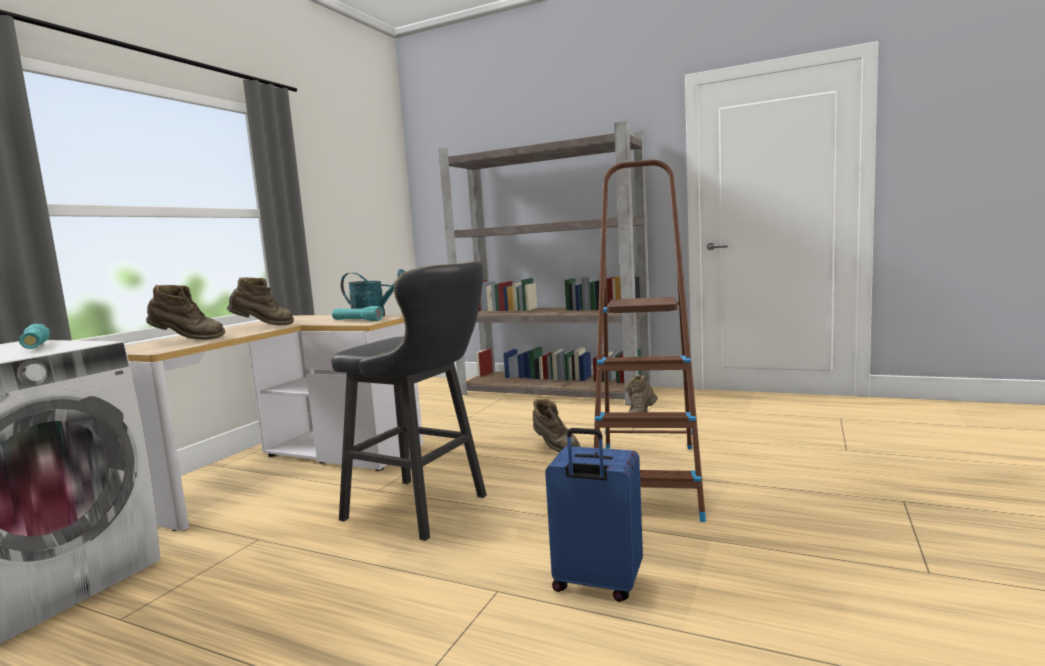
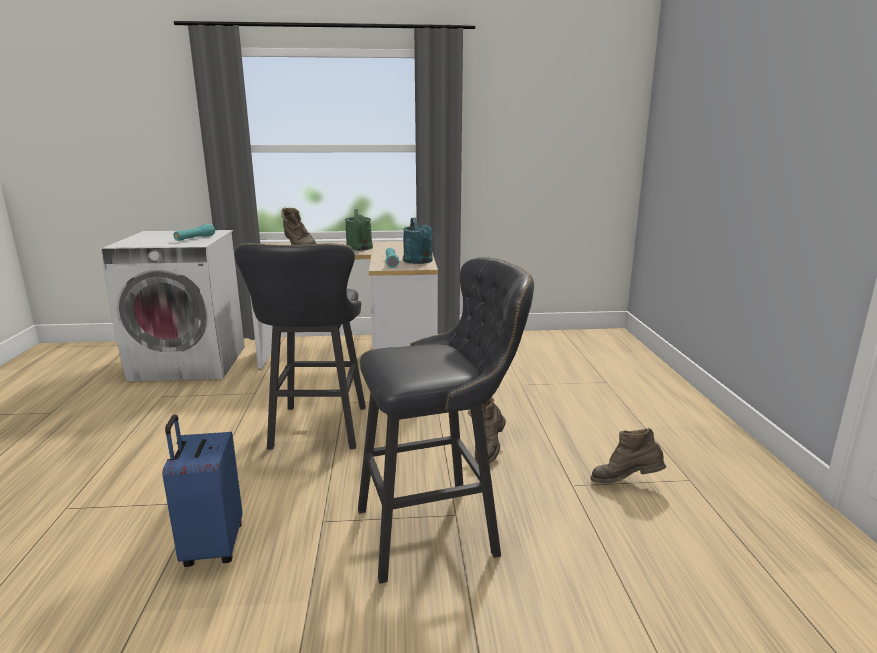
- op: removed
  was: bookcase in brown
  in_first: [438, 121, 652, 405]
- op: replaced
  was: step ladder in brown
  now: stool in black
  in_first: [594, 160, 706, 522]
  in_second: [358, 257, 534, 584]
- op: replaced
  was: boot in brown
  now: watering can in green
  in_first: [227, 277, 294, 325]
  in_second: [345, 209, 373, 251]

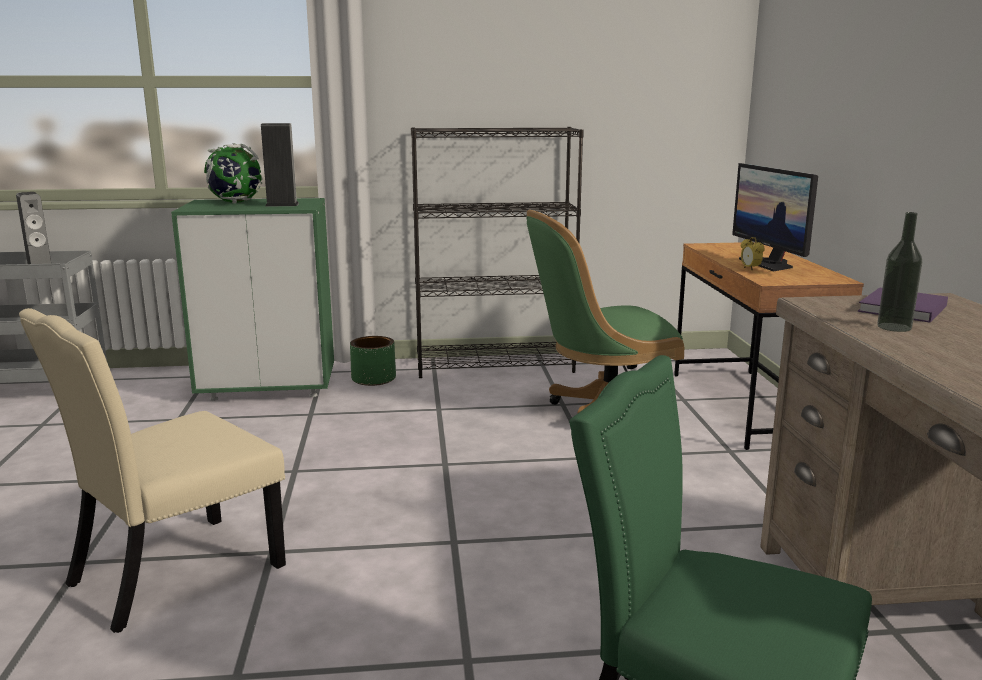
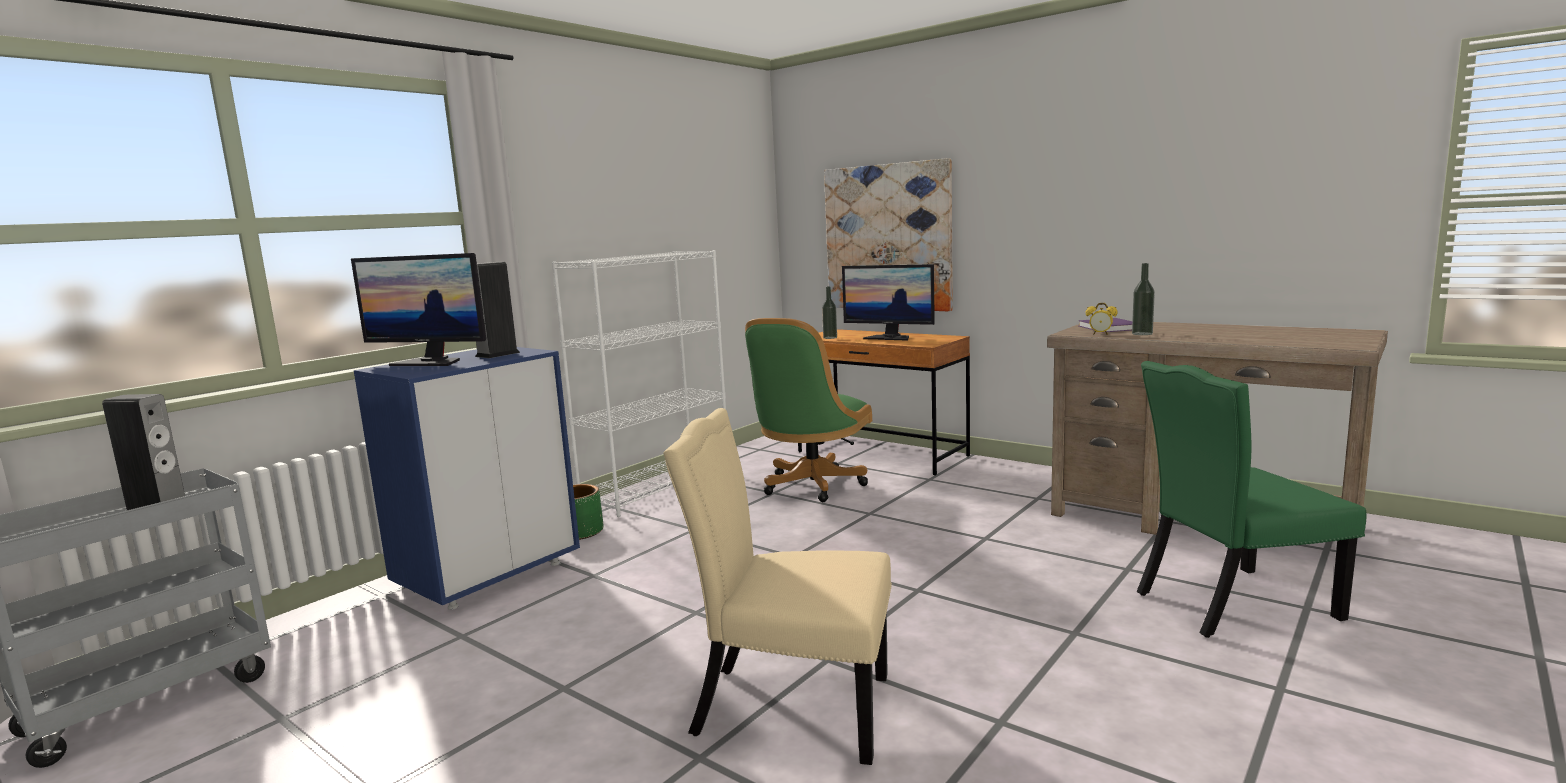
- op: recoloured
  was: bookcase in black
  now: bookcase in white
  in_first: [411, 127, 584, 378]
  in_second: [552, 250, 726, 517]
- op: replaced
  was: globe
  now: monitor
  in_first: [204, 143, 263, 204]
  in_second: [351, 253, 486, 366]
- op: recoloured
  was: cabinet in green
  now: cabinet in blue
  in_first: [171, 198, 334, 401]
  in_second: [354, 347, 580, 610]
- op: moved
  was: alarm clock
  in_first: [741, 237, 765, 270]
  in_second: [1086, 303, 1118, 335]
- op: turned
  was: chair in beige
  in_first: [19, 308, 286, 633]
  in_second: [663, 408, 892, 765]
  clockwise: 105
- op: added
  now: picture
  in_second: [824, 158, 953, 312]
- op: added
  now: bottle
  in_second: [822, 286, 837, 339]

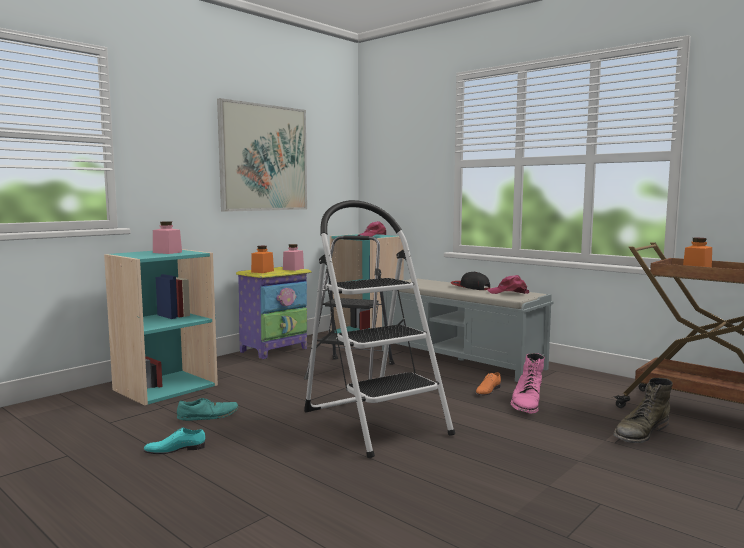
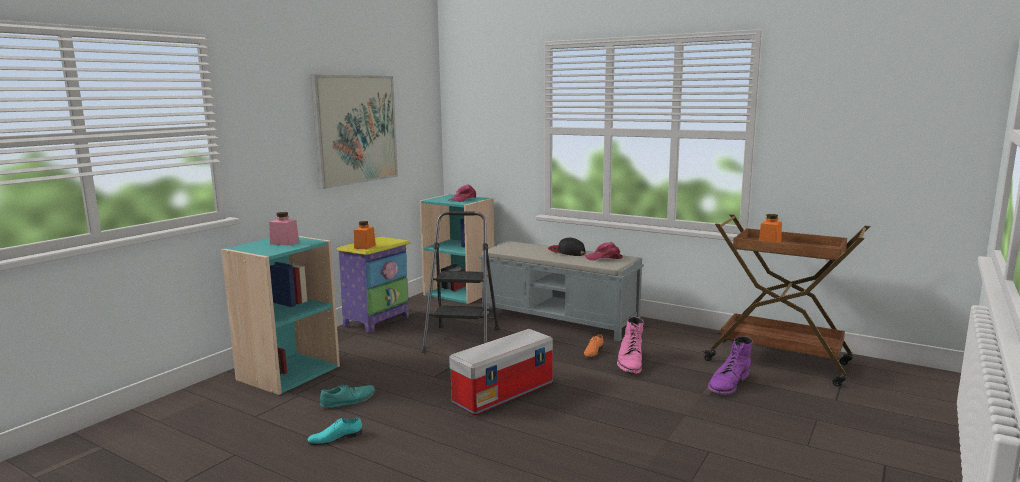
- op: replaced
  was: step ladder
  now: storage box
  in_first: [304, 200, 455, 458]
  in_second: [449, 329, 553, 415]
- op: removed
  was: jar in pink
  in_first: [283, 244, 304, 271]
- op: recoloured
  was: boot in green
  now: boot in purple
  in_first: [613, 378, 673, 443]
  in_second: [708, 336, 753, 395]

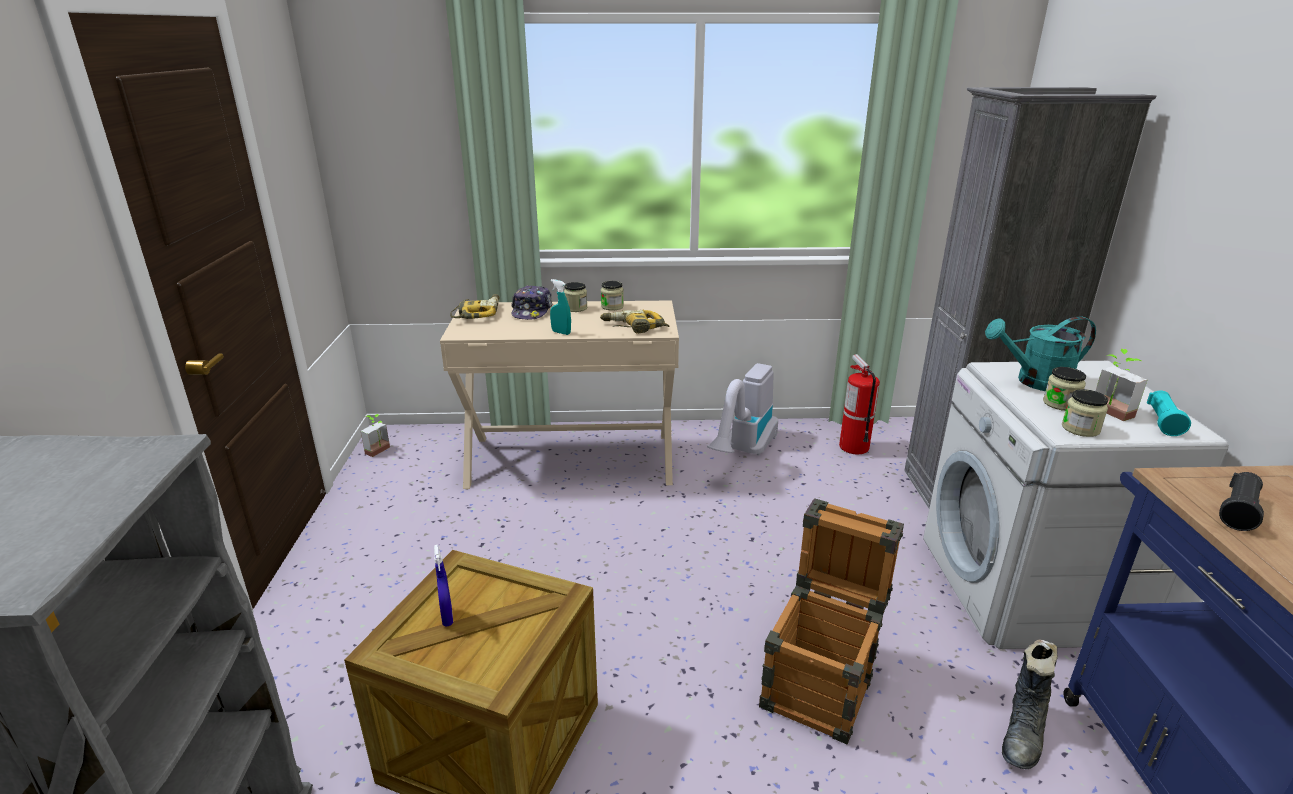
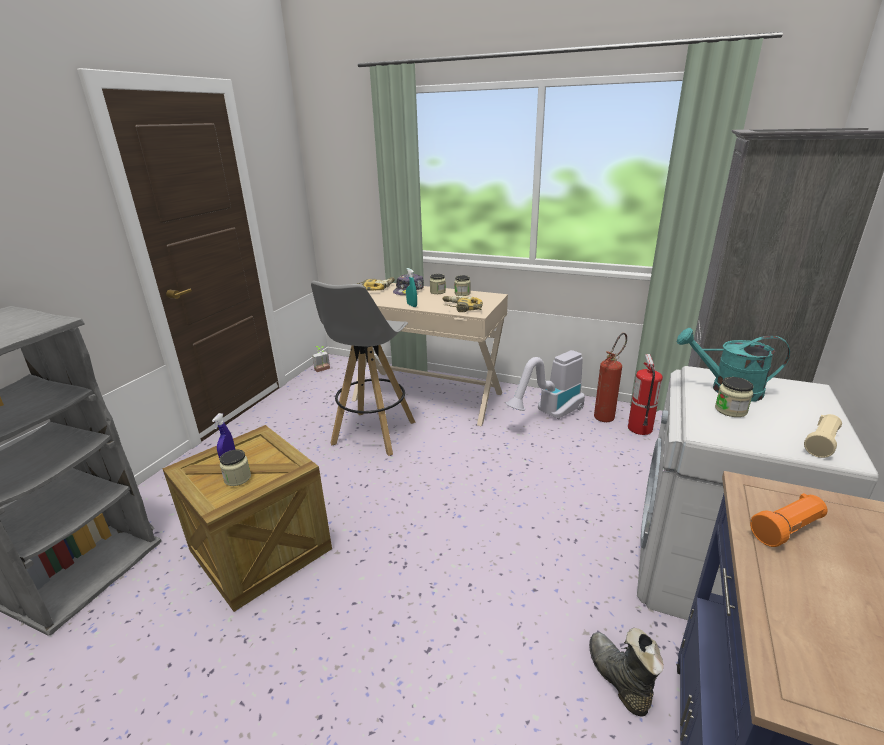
- op: removed
  was: potted plant
  in_first: [1096, 349, 1147, 421]
- op: moved
  was: jar
  in_first: [1062, 389, 1108, 437]
  in_second: [220, 449, 251, 486]
- op: recoloured
  was: flashlight in turquoise
  now: flashlight in beige
  in_first: [1147, 391, 1191, 436]
  in_second: [804, 414, 842, 458]
- op: recoloured
  was: flashlight in black
  now: flashlight in orange
  in_first: [1219, 472, 1264, 531]
  in_second: [750, 493, 827, 547]
- op: removed
  was: crate
  in_first: [759, 498, 904, 745]
- op: turned
  was: boot in black
  in_first: [1002, 639, 1058, 769]
  in_second: [589, 628, 664, 717]
  clockwise: 105
- op: added
  now: stool in grey
  in_second: [311, 281, 415, 456]
- op: added
  now: fire extinguisher
  in_second: [594, 333, 627, 422]

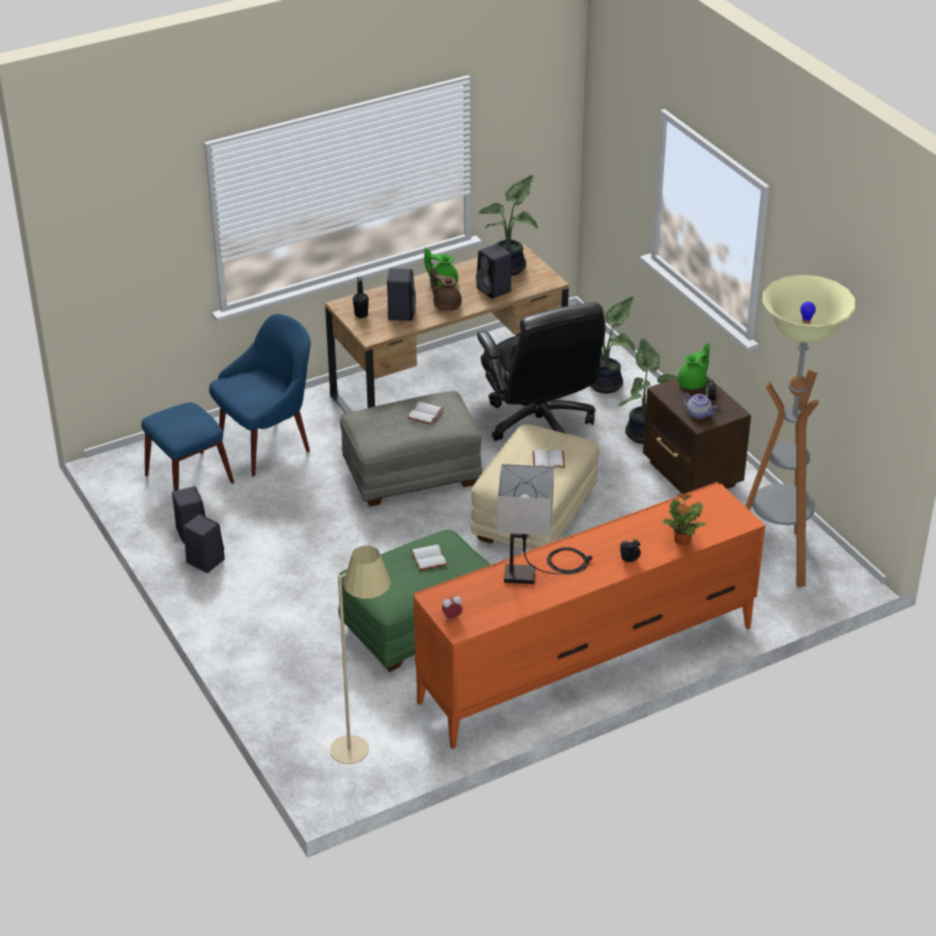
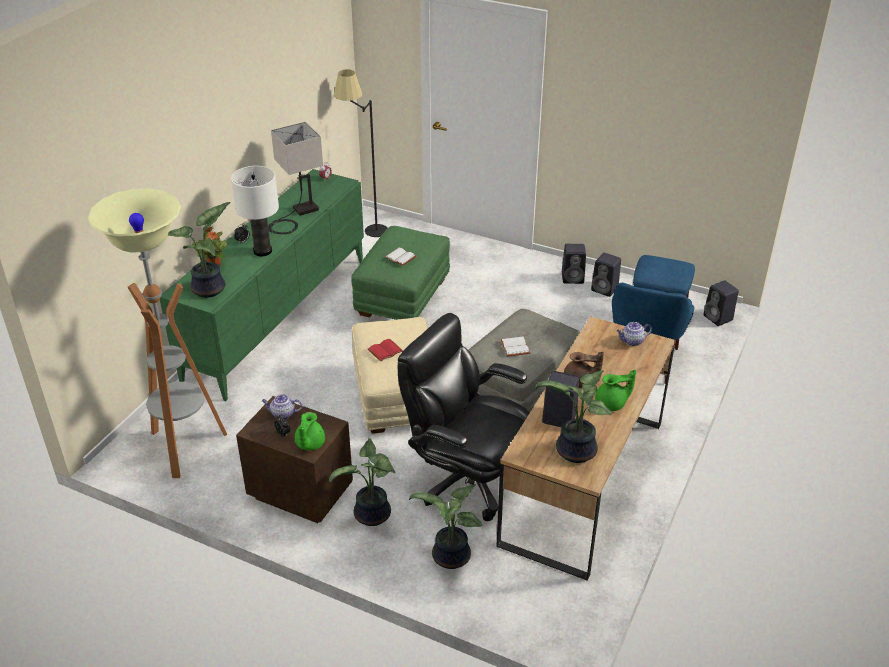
- op: moved
  was: speaker in black
  in_first: [387, 268, 416, 321]
  in_second: [704, 280, 739, 326]
- op: replaced
  was: bottle in black
  now: teapot
  in_first: [353, 275, 369, 318]
  in_second: [617, 322, 652, 346]
- op: recoloured
  was: book in white
  now: book in red
  in_first: [533, 449, 565, 468]
  in_second: [368, 339, 403, 362]
- op: recoloured
  was: cabinet in orange
  now: cabinet in green
  in_first: [413, 482, 766, 749]
  in_second: [160, 169, 364, 401]
- op: recoloured
  was: floor lamp in beige
  now: floor lamp in black
  in_first: [330, 546, 391, 764]
  in_second: [334, 69, 388, 237]
- op: added
  now: table lamp in white
  in_second: [231, 166, 279, 256]
- op: added
  now: potted plant
  in_second: [168, 202, 231, 298]

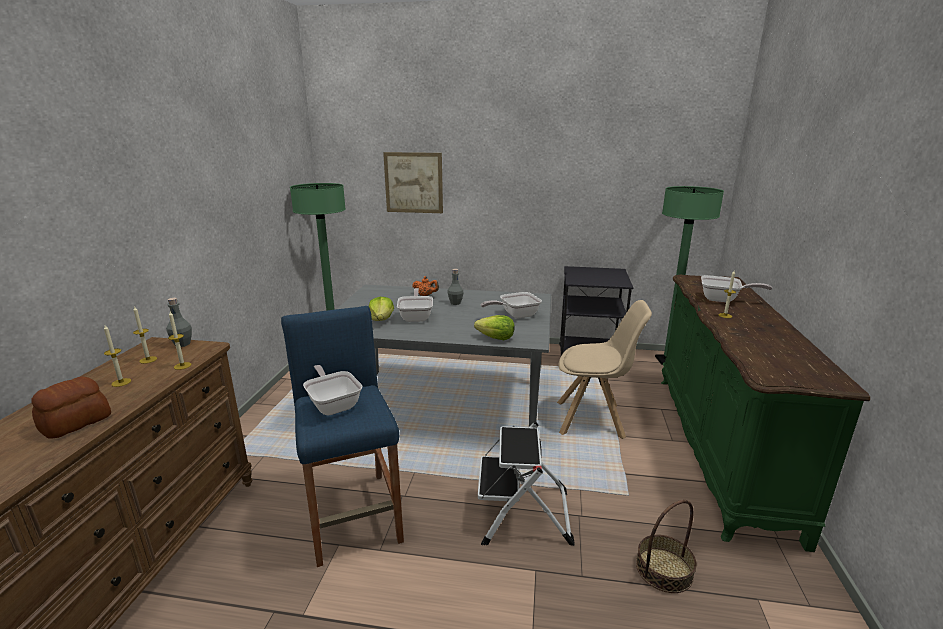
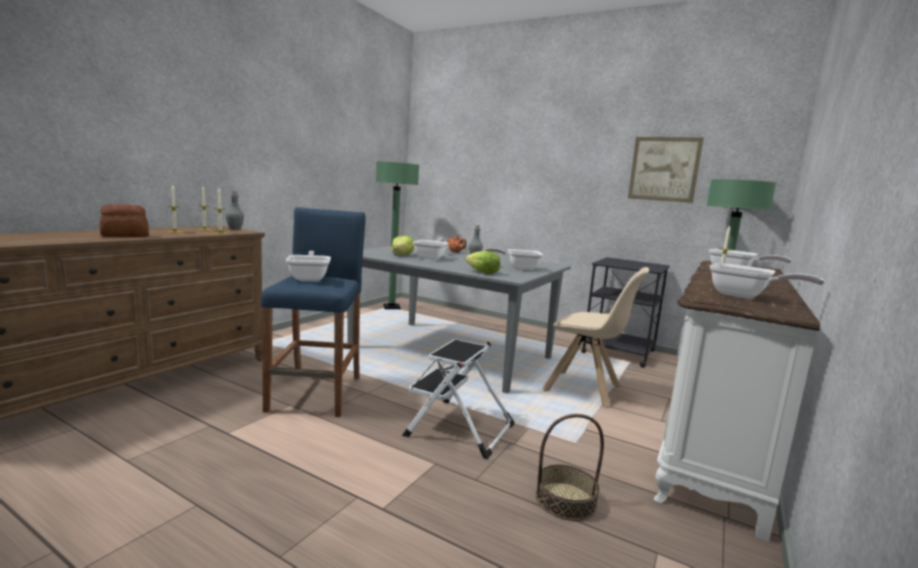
- op: moved
  was: picture
  in_first: [383, 152, 443, 213]
  in_second: [628, 137, 704, 203]
- op: recoloured
  was: cabinet in green
  now: cabinet in white
  in_first: [661, 275, 870, 552]
  in_second: [653, 261, 820, 542]
- op: added
  now: frying pan
  in_second: [710, 263, 824, 299]

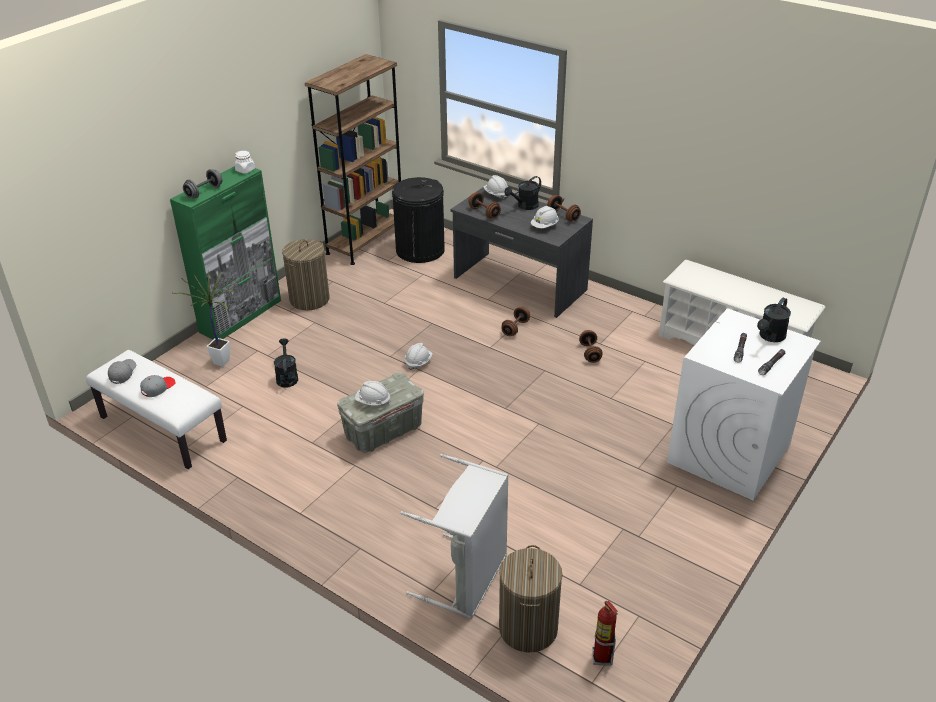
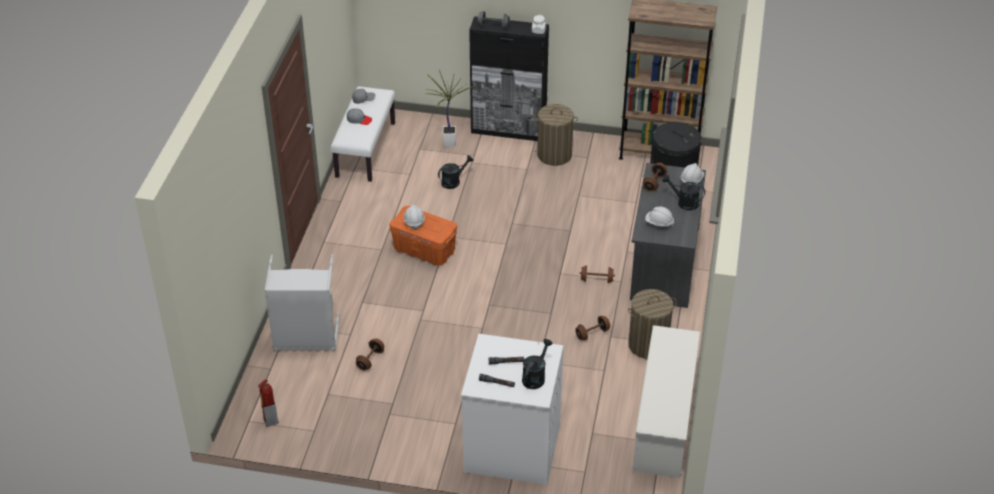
- op: recoloured
  was: cabinet in green
  now: cabinet in black
  in_first: [170, 166, 281, 340]
  in_second: [469, 16, 549, 141]
- op: moved
  was: dumbbell in brown
  in_first: [547, 195, 581, 222]
  in_second: [356, 338, 384, 370]
- op: turned
  was: watering can in black
  in_first: [757, 298, 791, 342]
  in_second: [522, 339, 553, 389]
  clockwise: 105
- op: removed
  was: hard hat in white
  in_first: [405, 343, 433, 370]
- op: recoloured
  was: storage box in grey
  now: storage box in orange
  in_first: [337, 373, 424, 453]
  in_second: [389, 206, 457, 266]
- op: moved
  was: laundry basket
  in_first: [499, 545, 563, 652]
  in_second: [628, 289, 677, 359]

